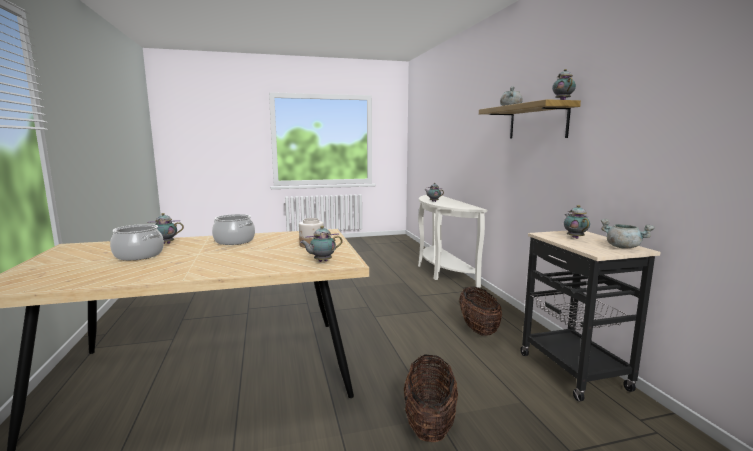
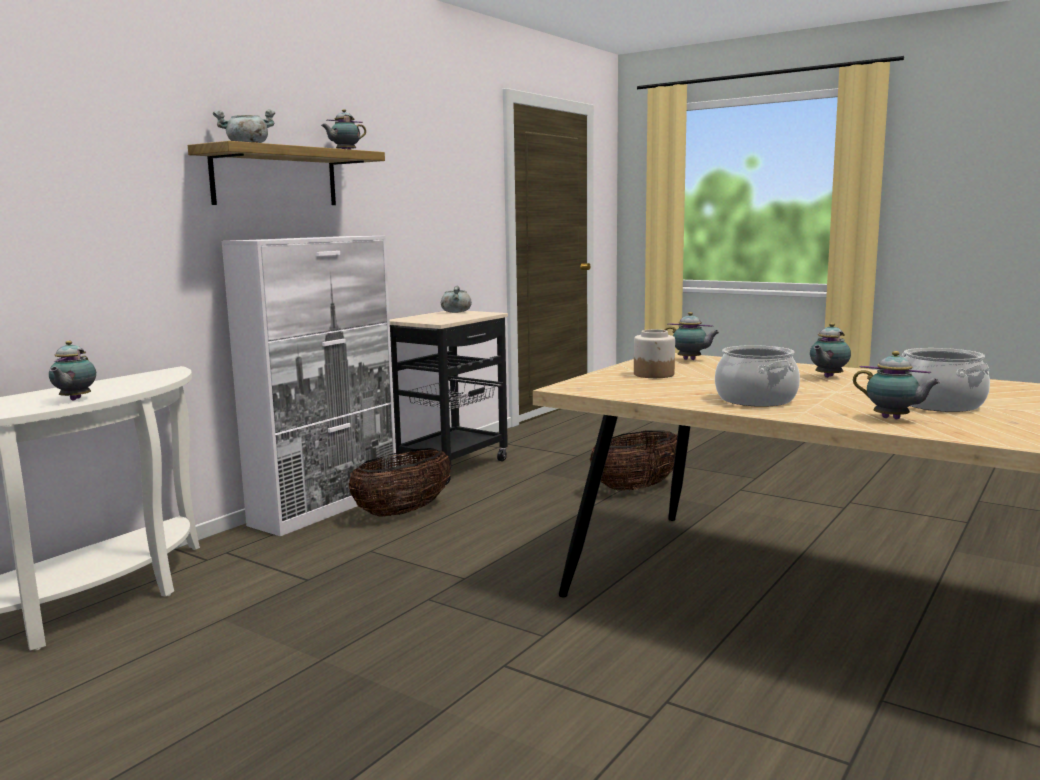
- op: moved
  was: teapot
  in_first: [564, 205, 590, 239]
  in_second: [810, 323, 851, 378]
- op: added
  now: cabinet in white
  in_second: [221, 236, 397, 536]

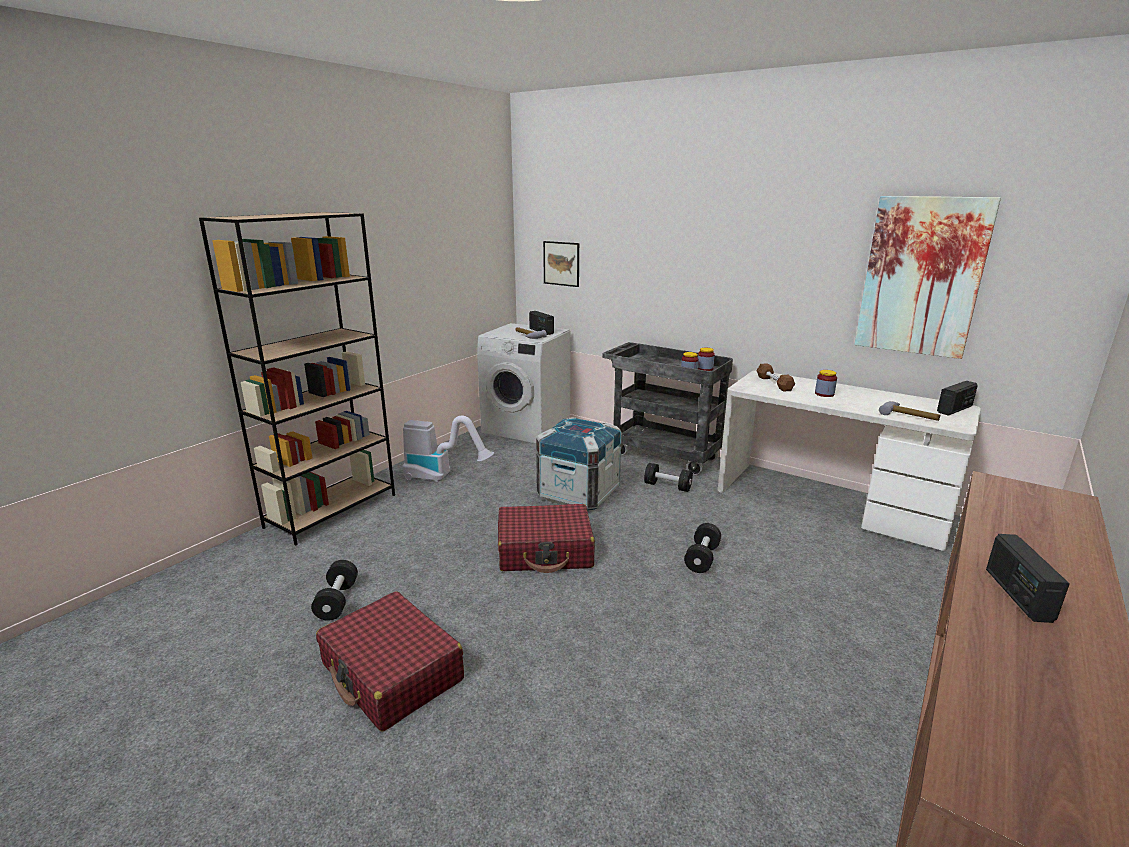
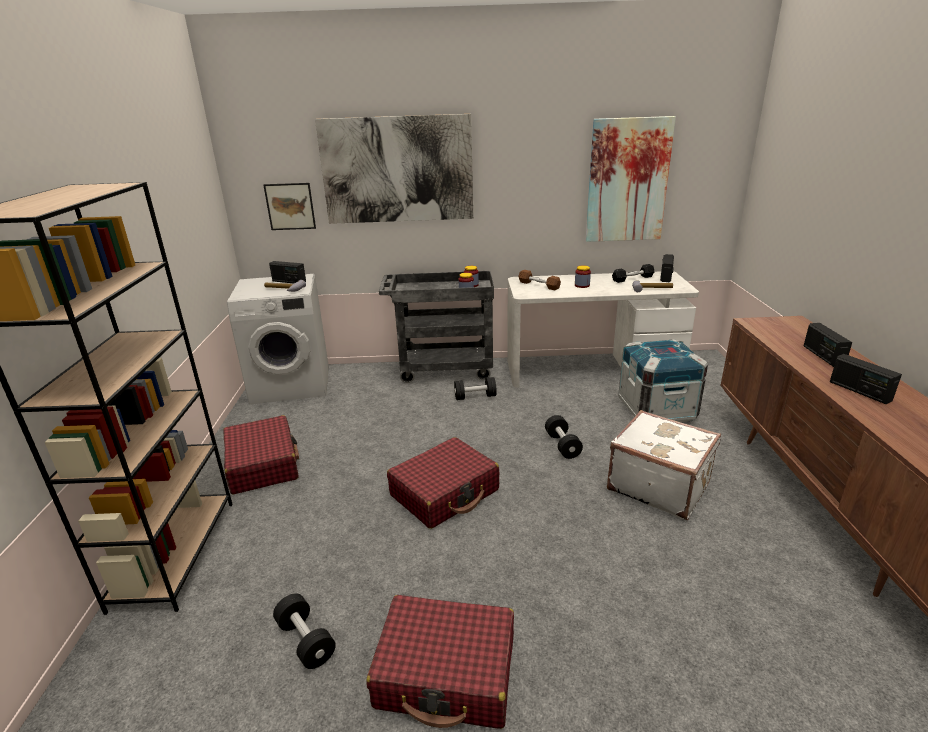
- op: replaced
  was: vacuum cleaner
  now: suitcase in red
  in_first: [402, 415, 494, 482]
  in_second: [223, 415, 299, 494]
- op: moved
  was: crate
  in_first: [536, 417, 622, 511]
  in_second: [618, 339, 708, 422]
- op: added
  now: picture
  in_second: [315, 114, 473, 224]
- op: added
  now: dumbbell in black
  in_second: [612, 264, 655, 283]
- op: added
  now: radio
  in_second: [804, 323, 852, 367]
- op: added
  now: suitcase in white
  in_second: [607, 410, 721, 520]

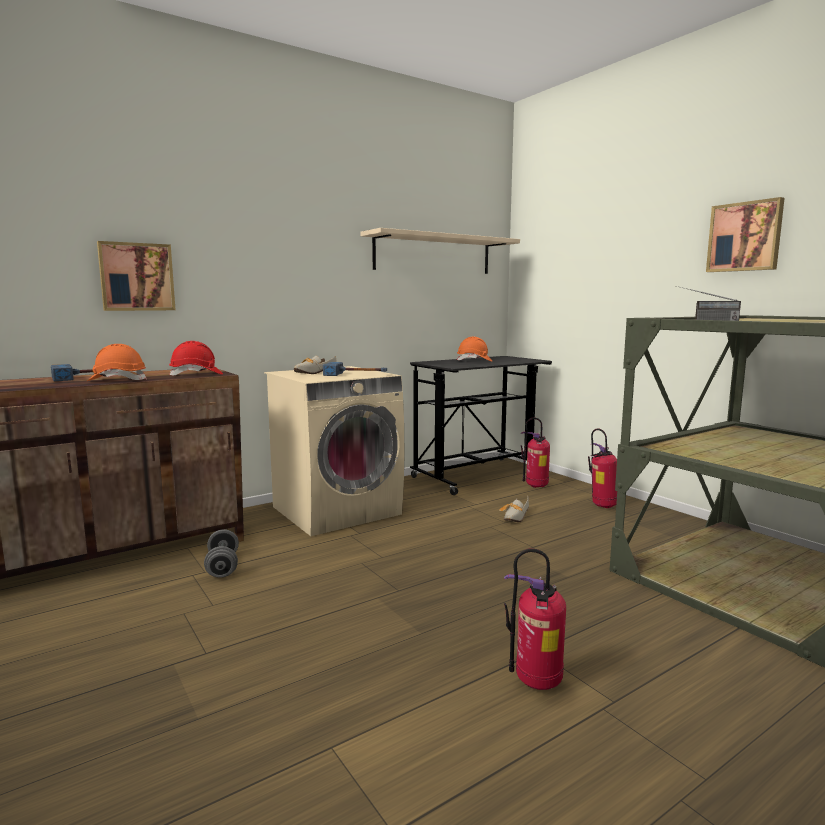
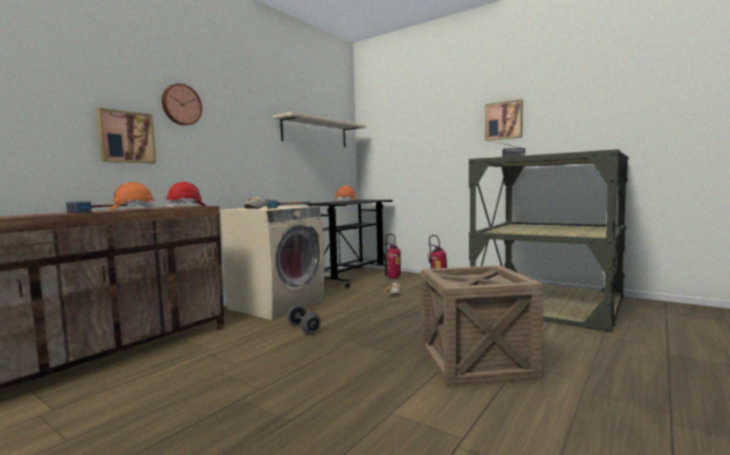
- op: moved
  was: dumbbell in grey
  in_first: [204, 529, 239, 578]
  in_second: [287, 305, 321, 334]
- op: replaced
  was: fire extinguisher
  now: crate
  in_first: [504, 548, 566, 690]
  in_second: [421, 265, 544, 387]
- op: added
  now: wall clock
  in_second: [162, 83, 202, 126]

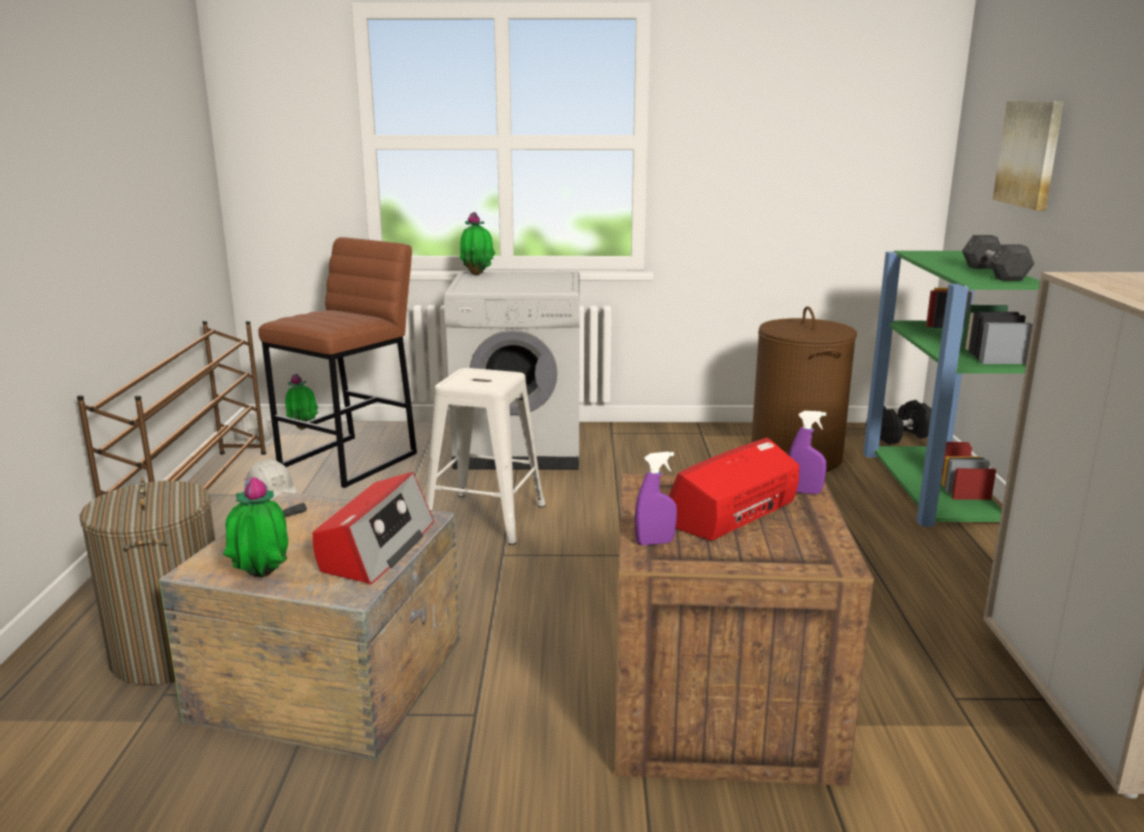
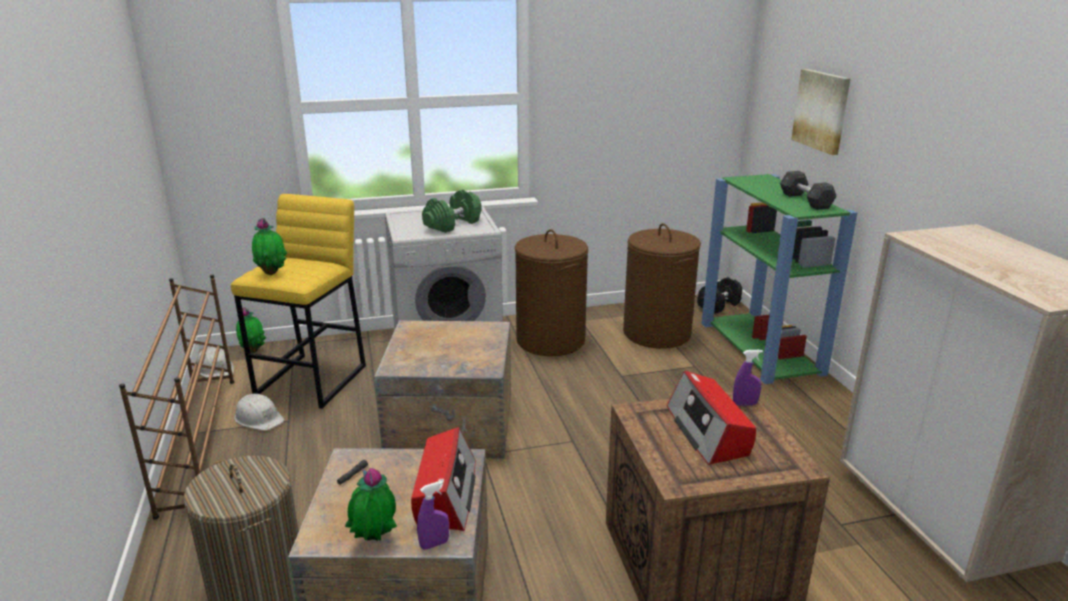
- op: moved
  was: potted plant
  in_first: [460, 212, 495, 275]
  in_second: [252, 218, 287, 275]
- op: recoloured
  was: stool in brown
  now: stool in yellow
  in_first: [258, 237, 417, 488]
  in_second: [231, 194, 366, 409]
- op: replaced
  was: stool in white
  now: crate
  in_first: [426, 368, 546, 545]
  in_second: [374, 320, 511, 459]
- op: turned
  was: radio
  in_first: [669, 438, 799, 541]
  in_second: [667, 371, 756, 465]
  clockwise: -45
- op: moved
  was: spray bottle in purple
  in_first: [635, 452, 677, 545]
  in_second: [417, 481, 449, 550]
- op: added
  now: dumbbell in green
  in_second: [422, 190, 481, 233]
- op: added
  now: laundry basket in brown
  in_second: [515, 229, 588, 356]

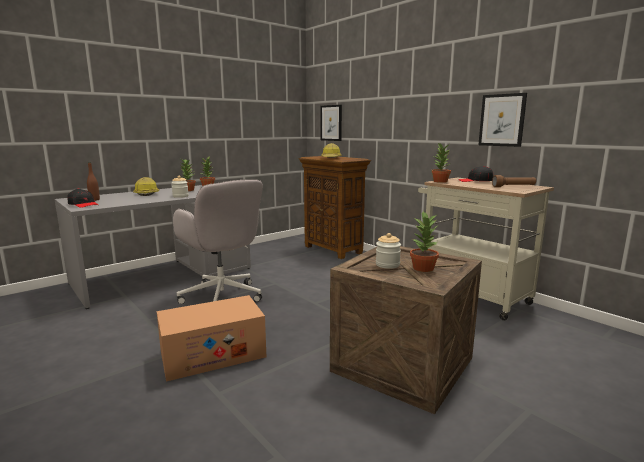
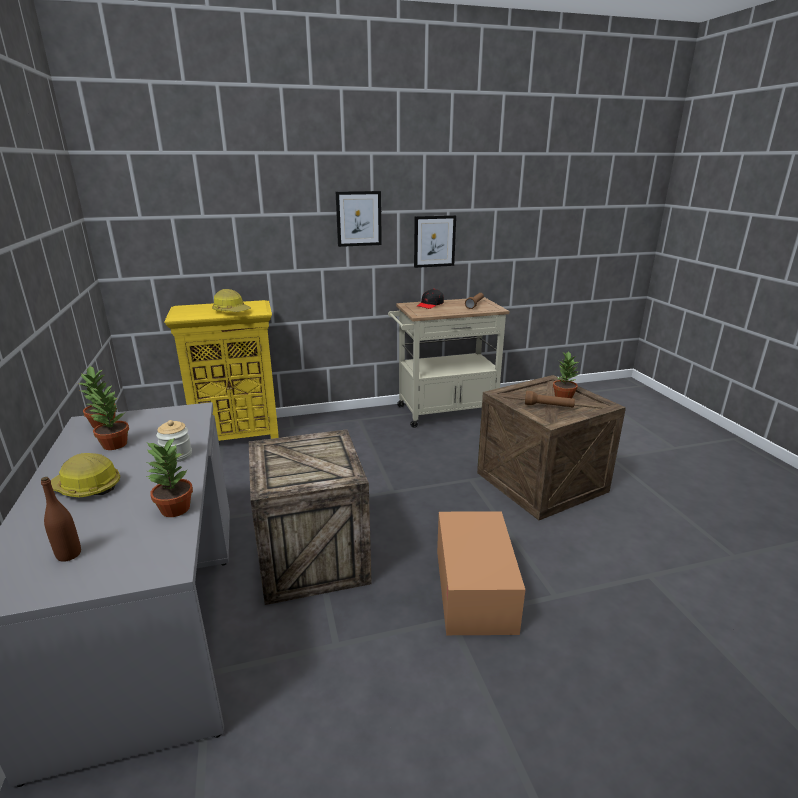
- op: moved
  was: picture
  in_first: [321, 105, 342, 141]
  in_second: [336, 191, 382, 247]
- op: moved
  was: potted plant
  in_first: [431, 143, 452, 183]
  in_second: [146, 437, 193, 517]
- op: recoloured
  was: cabinet in brown
  now: cabinet in yellow
  in_first: [299, 156, 371, 259]
  in_second: [164, 300, 278, 441]
- op: replaced
  was: office chair in grey
  now: crate
  in_first: [173, 179, 263, 304]
  in_second: [249, 429, 372, 605]
- op: removed
  was: cap in black
  in_first: [67, 188, 98, 208]
- op: replaced
  was: jar
  now: flashlight in brown
  in_first: [376, 233, 401, 269]
  in_second: [525, 391, 575, 407]

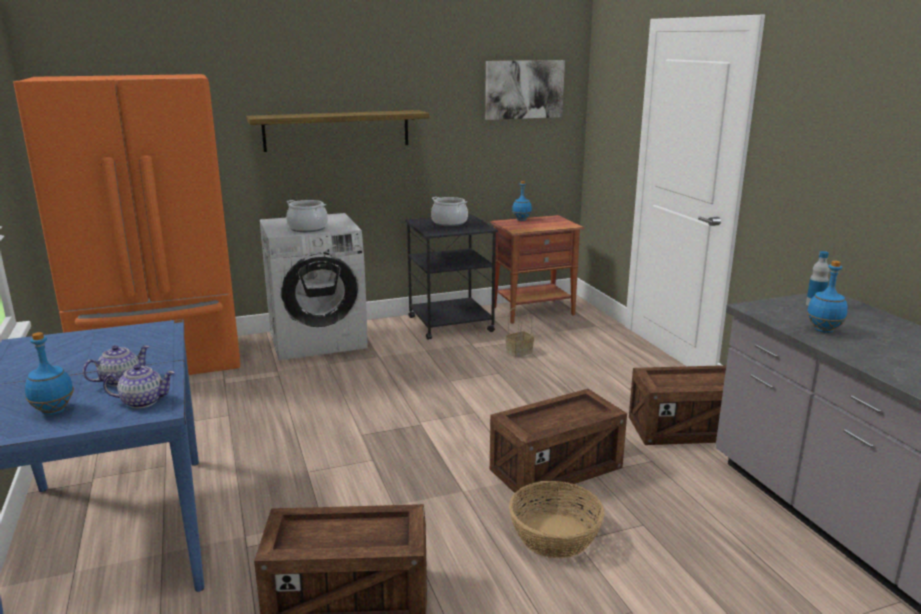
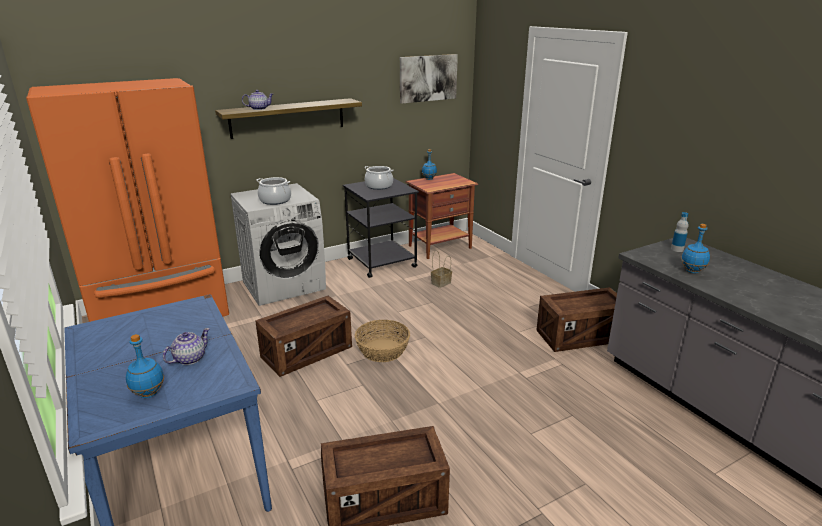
- op: moved
  was: teapot
  in_first: [103, 364, 175, 408]
  in_second: [242, 90, 273, 110]
- op: moved
  was: crate
  in_first: [490, 389, 627, 500]
  in_second: [255, 296, 352, 377]
- op: moved
  was: basket
  in_first: [509, 481, 605, 558]
  in_second: [355, 320, 410, 362]

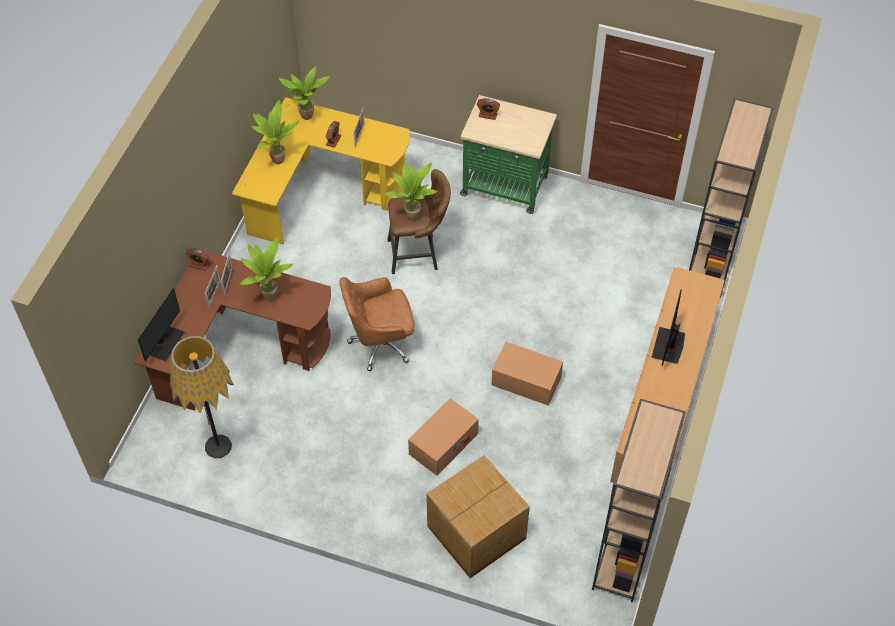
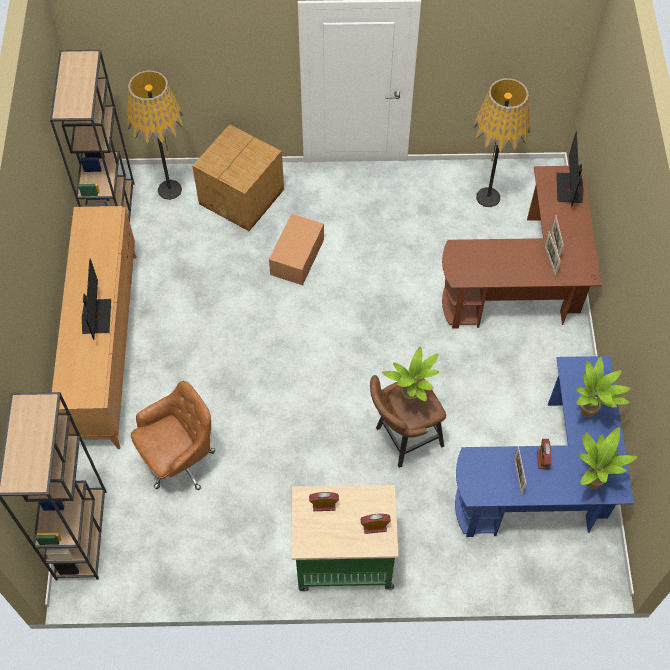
- op: recoloured
  was: desk in yellow
  now: desk in blue
  in_first: [232, 97, 410, 245]
  in_second: [455, 356, 634, 537]
- op: removed
  was: potted plant
  in_first: [240, 237, 293, 301]
- op: moved
  was: alarm clock
  in_first: [185, 248, 210, 271]
  in_second: [309, 492, 339, 511]
- op: moved
  was: office chair in brown
  in_first: [340, 277, 415, 371]
  in_second: [131, 381, 215, 490]
- op: removed
  was: cardboard box
  in_first: [492, 342, 563, 406]
- op: added
  now: floor lamp
  in_second: [127, 70, 184, 200]

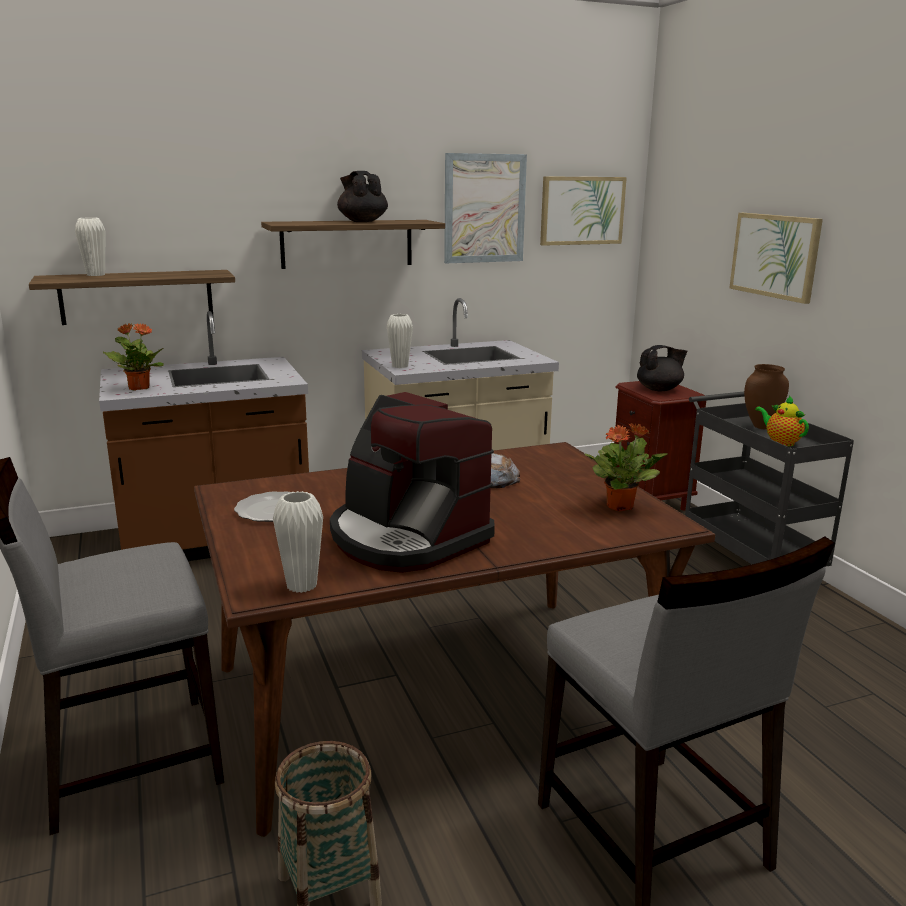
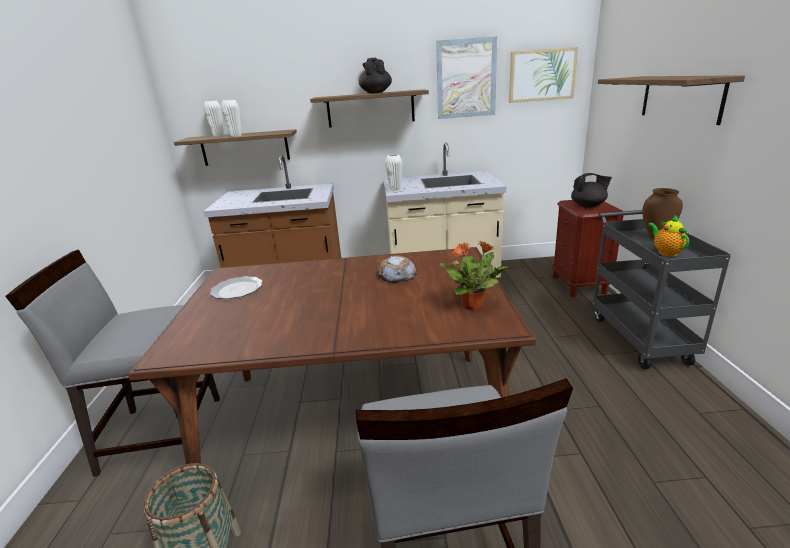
- op: replaced
  was: picture
  now: shelf
  in_first: [729, 213, 823, 304]
  in_second: [598, 75, 745, 125]
- op: removed
  was: potted plant
  in_first: [103, 323, 164, 391]
- op: removed
  was: coffee machine
  in_first: [330, 392, 495, 573]
- op: moved
  was: vase in white
  in_first: [273, 491, 323, 593]
  in_second: [221, 100, 241, 137]

